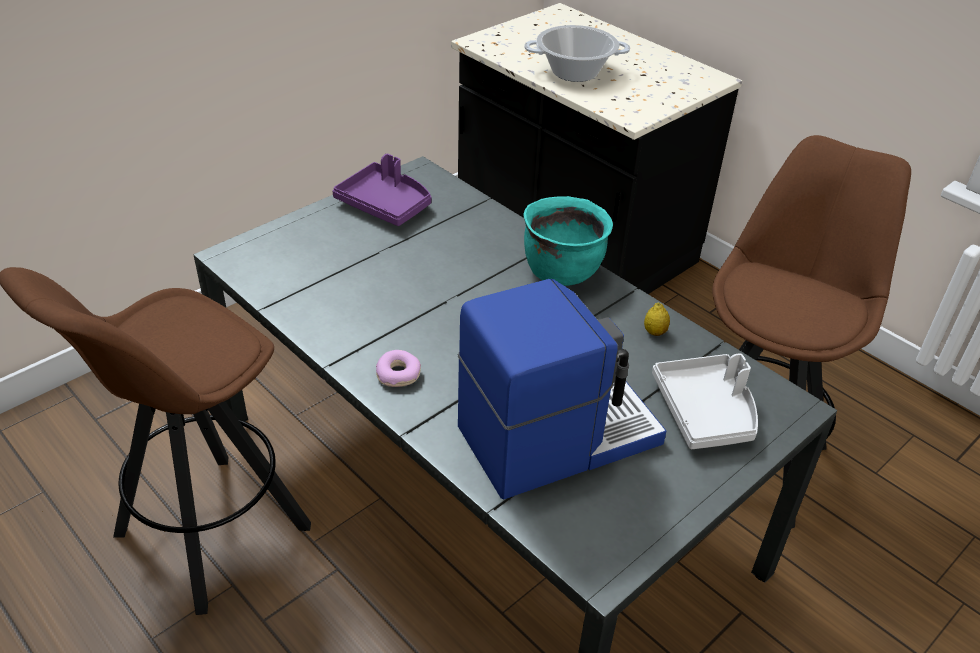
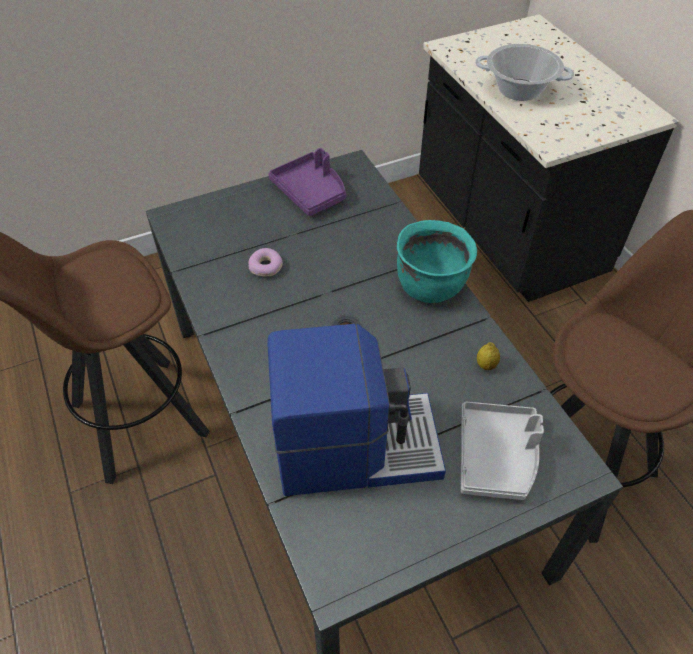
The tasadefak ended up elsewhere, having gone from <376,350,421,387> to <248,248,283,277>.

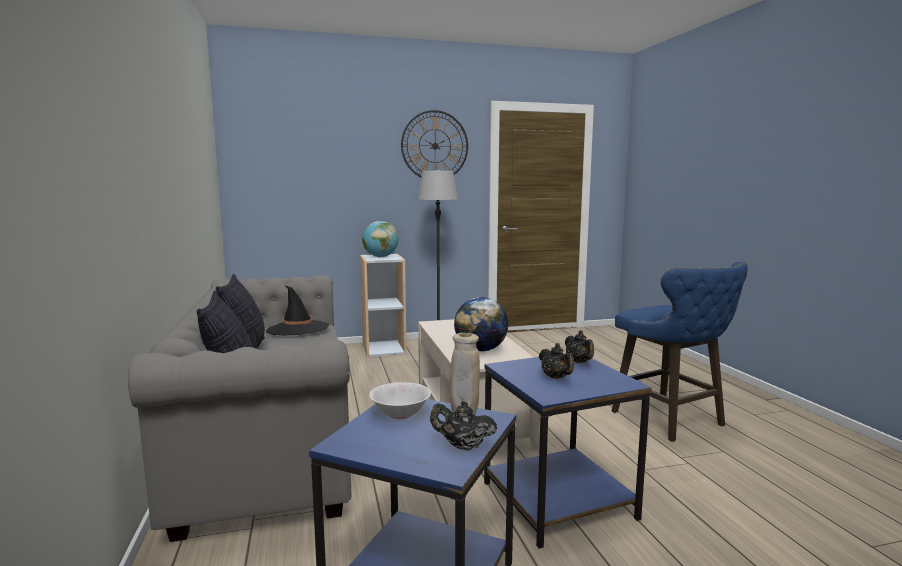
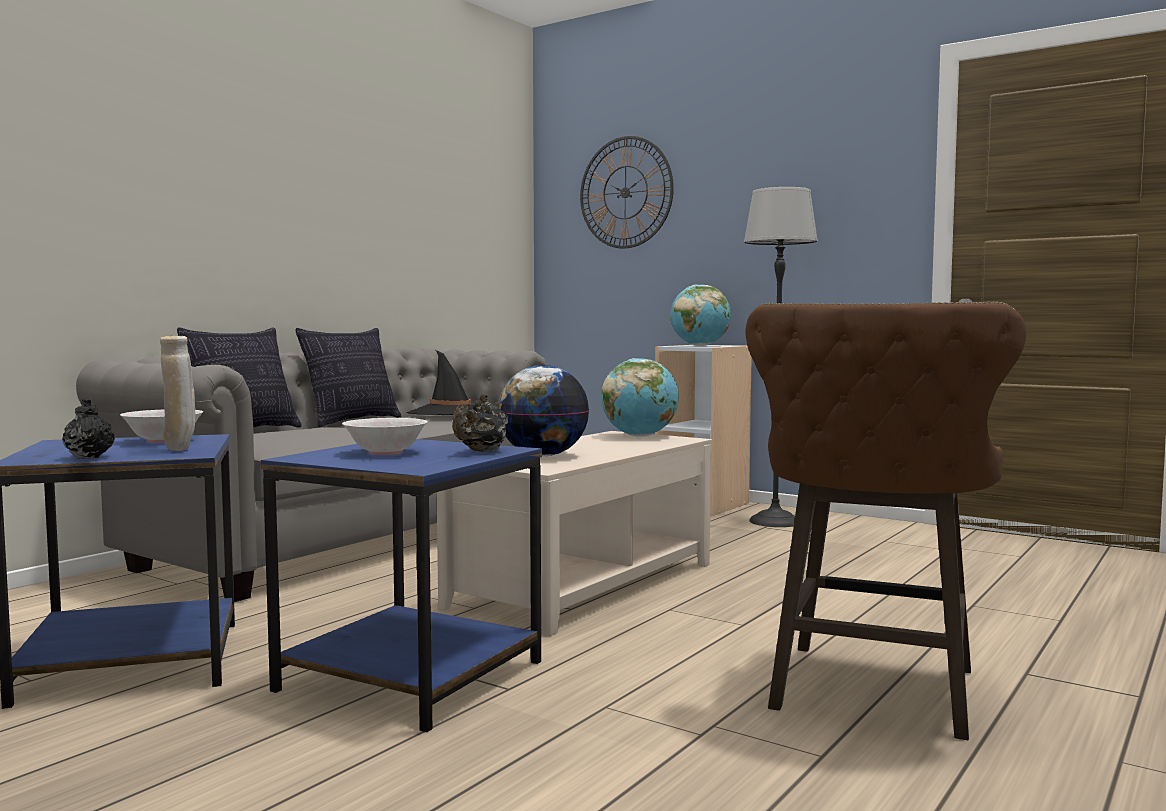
The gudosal ended up elsewhere, having gone from <401,110,468,177> to <580,136,674,249>.
What was the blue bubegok at <612,261,748,442> turned into the brown bubegok at <746,301,1026,740>.
Where the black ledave stood at <539,343,574,379>, the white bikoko came to stand at <342,418,428,455>.
The second view gained the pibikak at <601,358,679,437>.

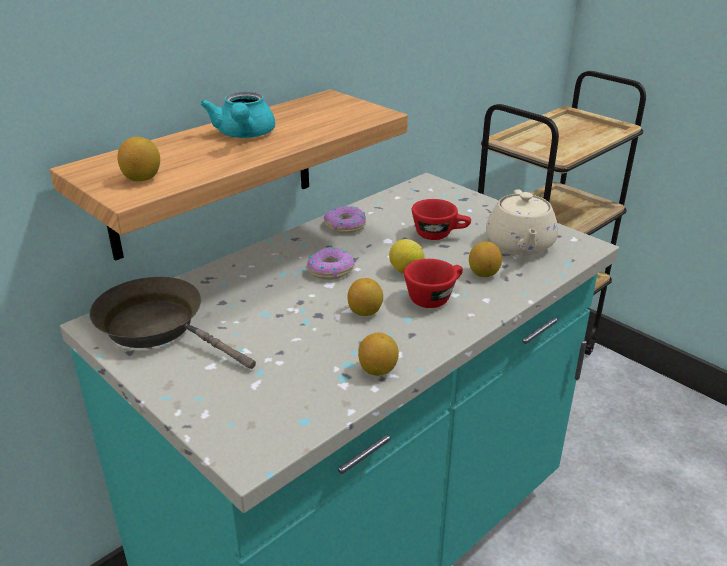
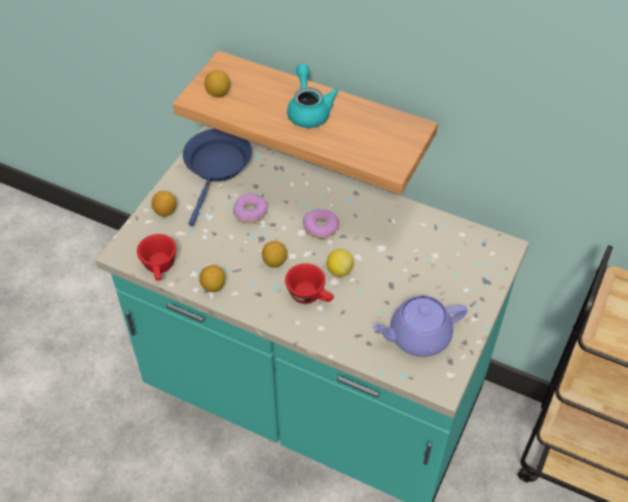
The turquoise ledave at <200,92,275,138> ended up facing another way, 105 degrees clockwise from before.
What was the beige ledave at <486,189,558,255> turned into the purple ledave at <372,295,468,357>.
The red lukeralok ended up elsewhere, having gone from <412,199,471,240> to <137,234,176,281>.
The tasadefak ended up elsewhere, having gone from <324,206,366,233> to <233,193,268,224>.
The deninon ended up elsewhere, having gone from <469,241,502,277> to <151,191,176,217>.
What was the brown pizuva at <89,277,256,369> turned into the blue pizuva at <183,129,252,226>.

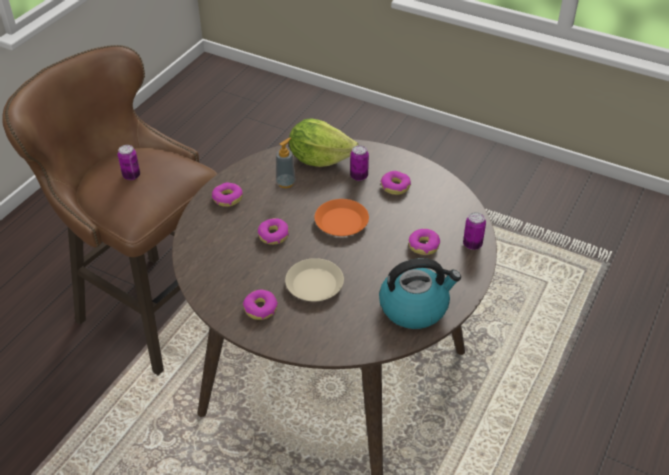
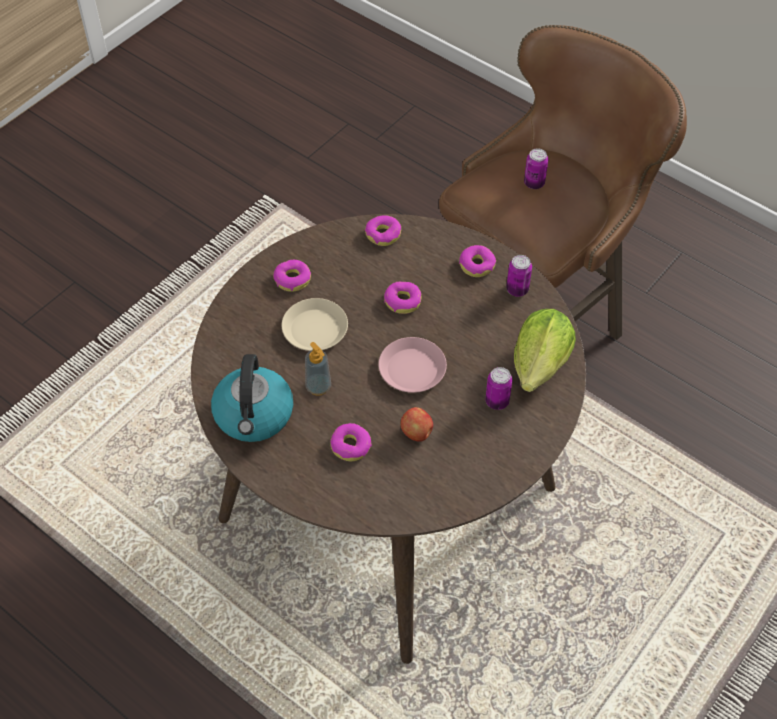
The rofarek ended up elsewhere, having gone from <276,138,296,188> to <305,342,331,396>.
The tasadefak ended up elsewhere, having gone from <381,171,411,195> to <365,215,401,246>.
What was the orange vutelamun at <315,199,369,236> turned into the pink vutelamun at <378,337,447,393>.
The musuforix ended up elsewhere, having gone from <463,212,486,250> to <506,255,532,297>.
The second view gained the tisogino at <400,407,433,442>.

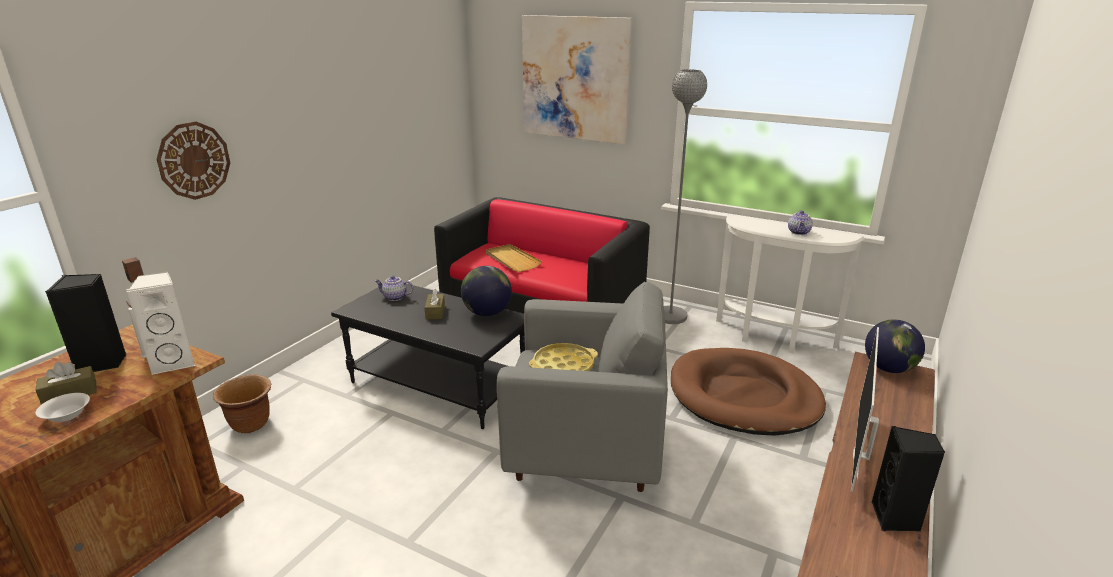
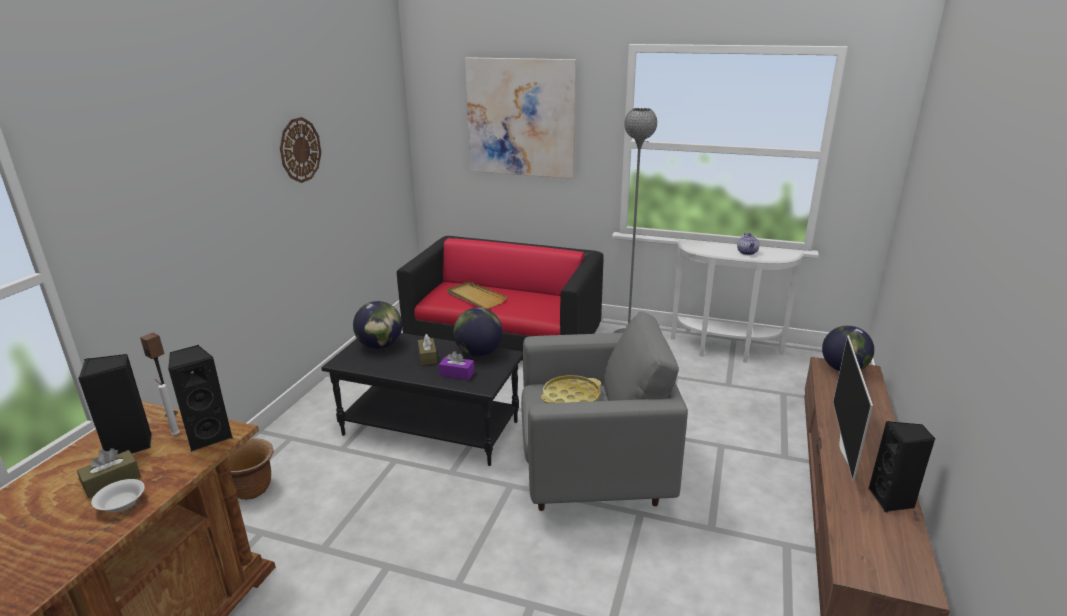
The gudosal ended up elsewhere, having gone from <157,121,230,200> to <280,117,321,183>.
What was the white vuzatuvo at <126,271,195,375> turned into the black vuzatuvo at <168,345,233,452>.
Where the ledave stood at <374,276,413,301>, the pibikak came to stand at <353,301,402,349>.
The second view lost the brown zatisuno at <671,348,826,435>.
The second view gained the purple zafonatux at <439,351,475,380>.

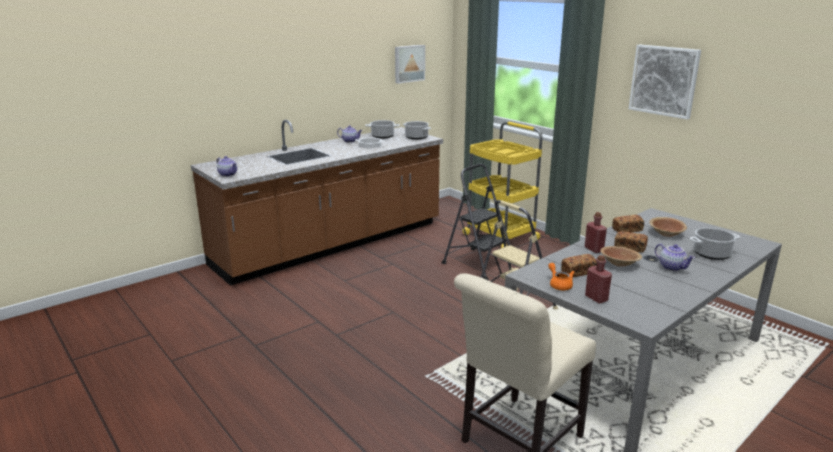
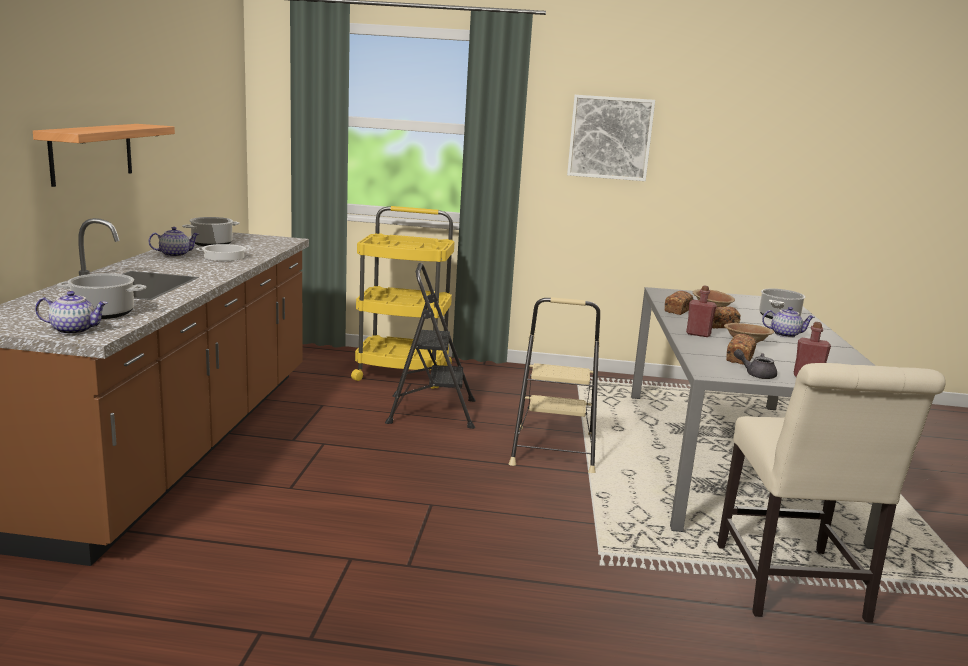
The second view lost the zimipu at <395,45,425,84>.
The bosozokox ended up elsewhere, having gone from <403,121,431,140> to <57,273,146,319>.
What was the orange ledave at <548,263,574,290> turned into the grey ledave at <734,349,777,379>.
The second view gained the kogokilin at <33,124,175,187>.

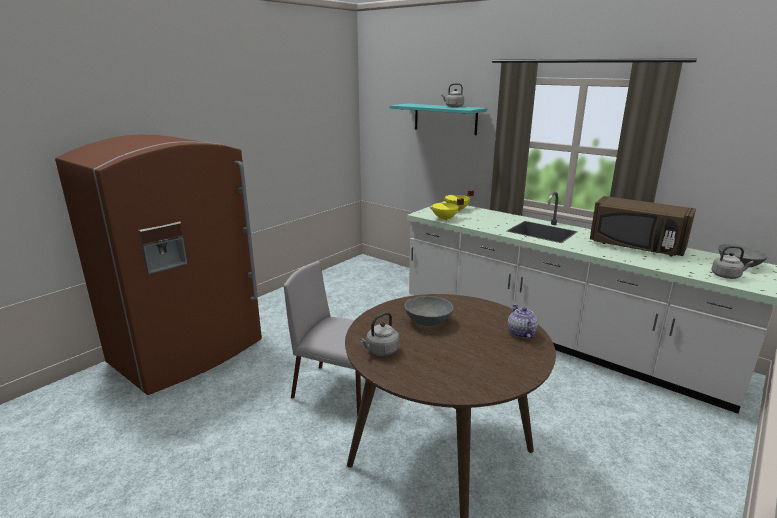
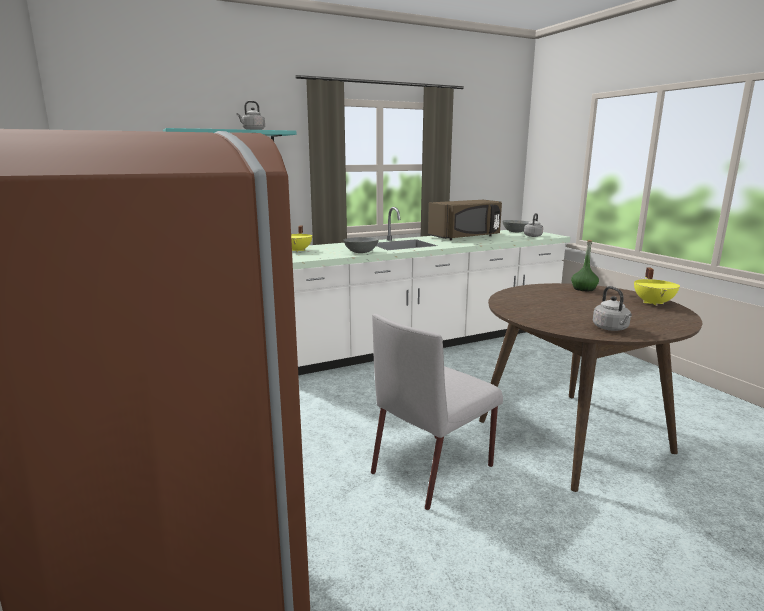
The yellow bosozokox ended up elsewhere, having gone from <430,198,464,221> to <634,267,680,306>.
The grey bikoko ended up elsewhere, having gone from <405,296,453,326> to <343,237,379,253>.
Where the ledave stood at <507,304,538,338>, the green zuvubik came to stand at <571,240,599,291>.

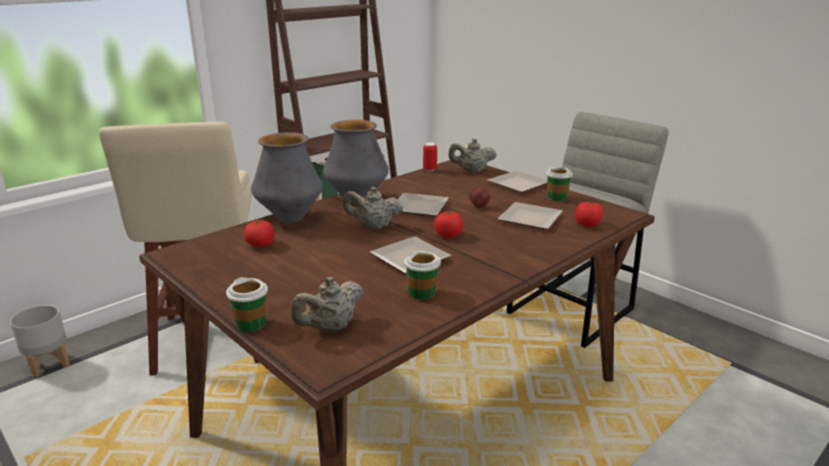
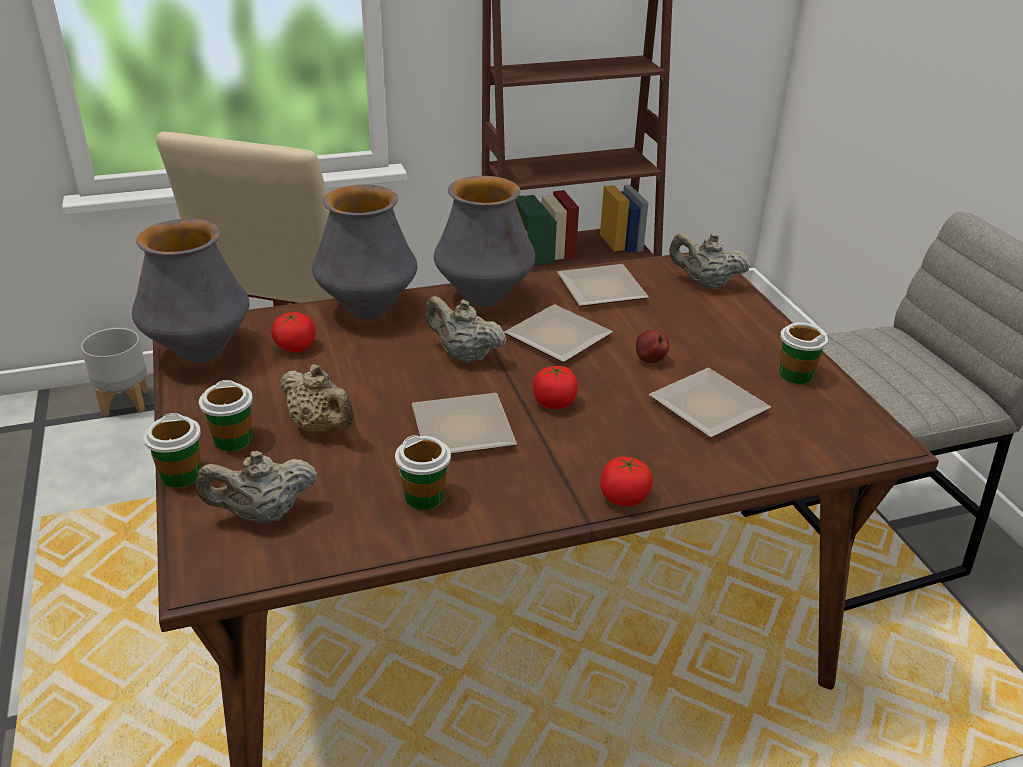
The second view lost the musuforix at <423,142,437,171>.
The vutelamun ended up elsewhere, having gone from <488,171,547,193> to <557,264,649,306>.
The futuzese ended up elsewhere, having gone from <575,201,603,227> to <600,456,653,507>.
The second view gained the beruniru at <132,219,250,363>.
The second view gained the beige ledave at <280,364,354,432>.
The second view gained the lukeralok at <199,380,253,451>.

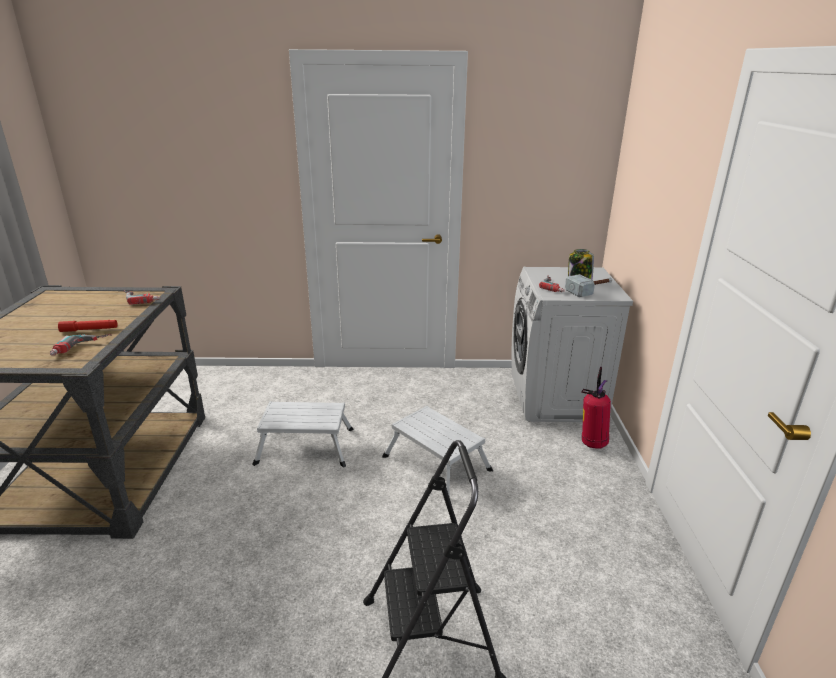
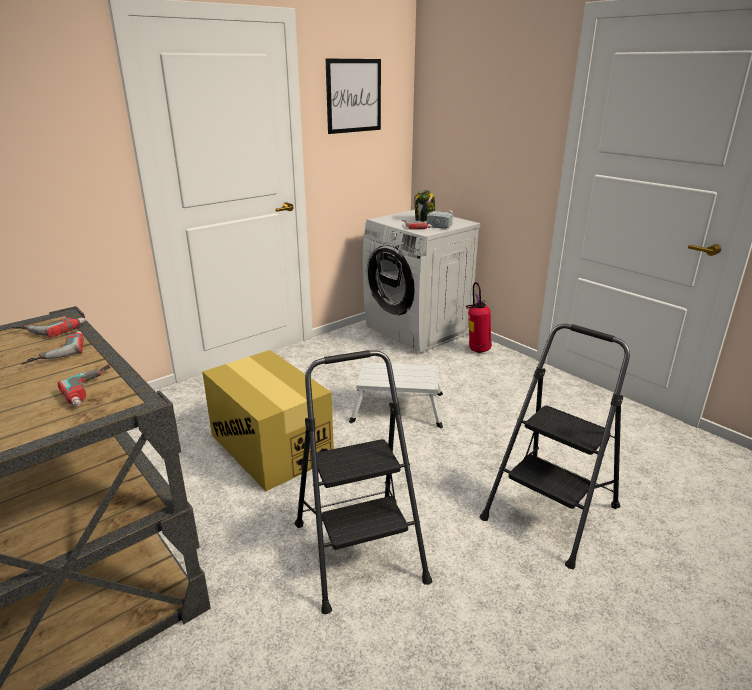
The second view lost the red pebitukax at <58,320,118,332>.
Where the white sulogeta stood at <252,401,354,468>, the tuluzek came to stand at <202,350,334,491>.
The second view gained the zimipu at <326,59,381,134>.
The second view gained the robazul at <21,331,84,365>.
The second view gained the black sulogeta at <295,350,432,614>.

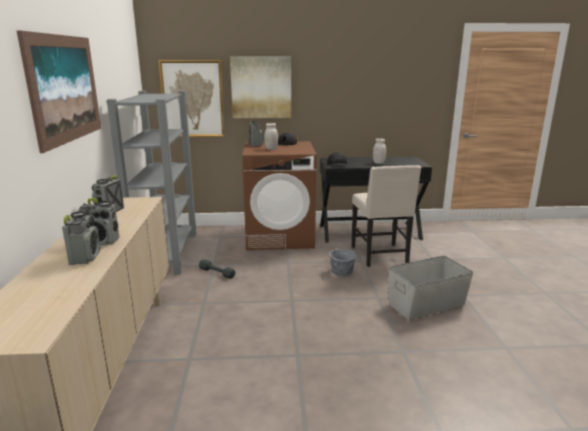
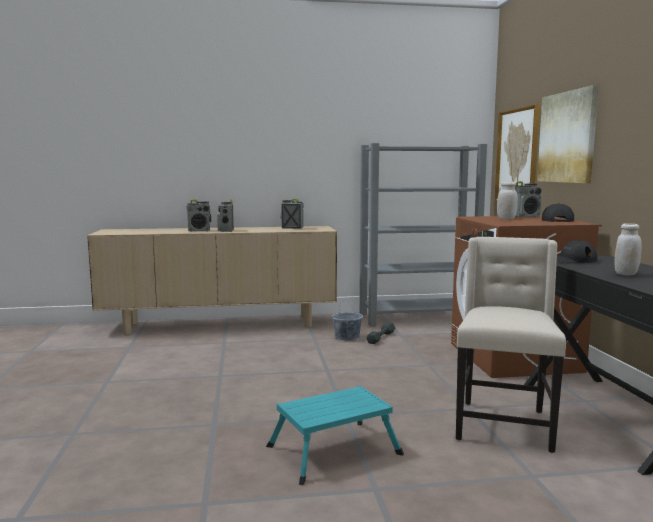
The second view lost the zimipu at <16,30,101,153>.
The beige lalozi at <352,165,421,267> ended up facing another way, 120 degrees clockwise from before.
The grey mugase ended up elsewhere, having gone from <329,241,356,277> to <332,300,363,340>.
Where the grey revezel stood at <388,256,474,320>, the turquoise sulogeta came to stand at <266,386,404,485>.

